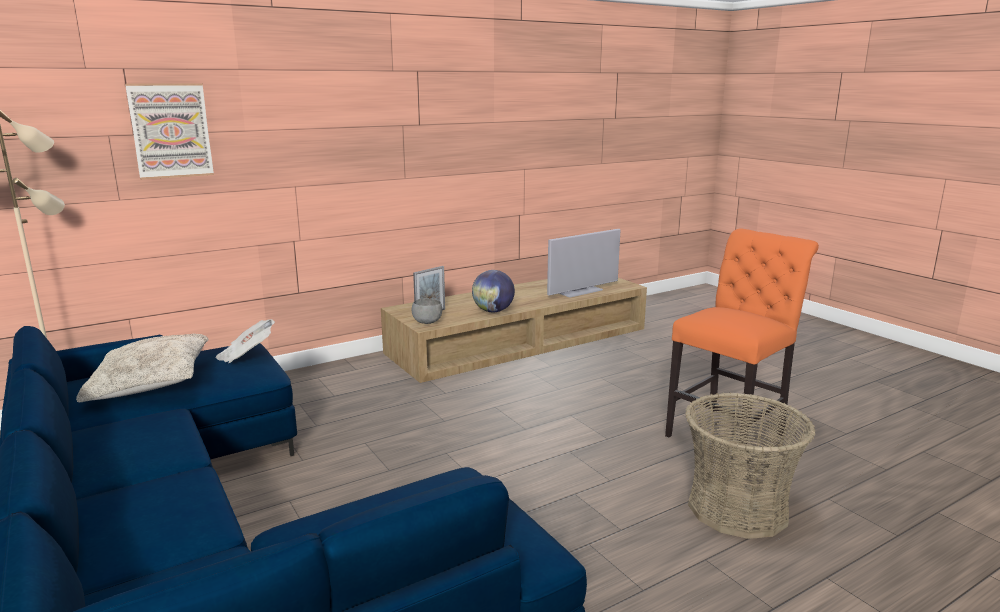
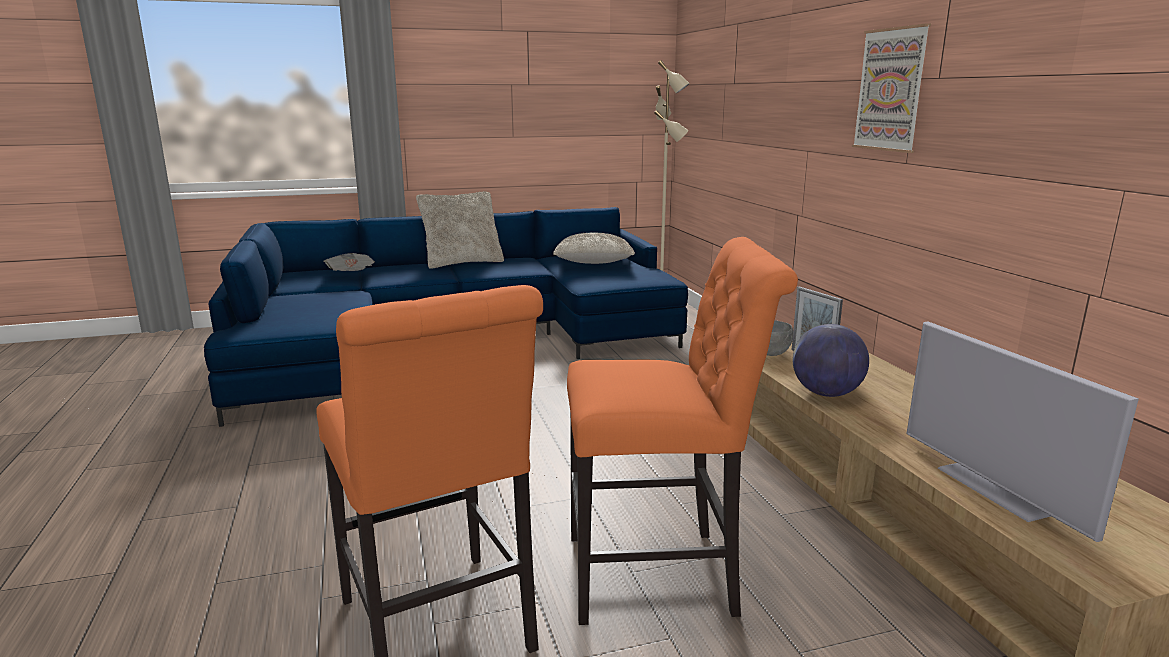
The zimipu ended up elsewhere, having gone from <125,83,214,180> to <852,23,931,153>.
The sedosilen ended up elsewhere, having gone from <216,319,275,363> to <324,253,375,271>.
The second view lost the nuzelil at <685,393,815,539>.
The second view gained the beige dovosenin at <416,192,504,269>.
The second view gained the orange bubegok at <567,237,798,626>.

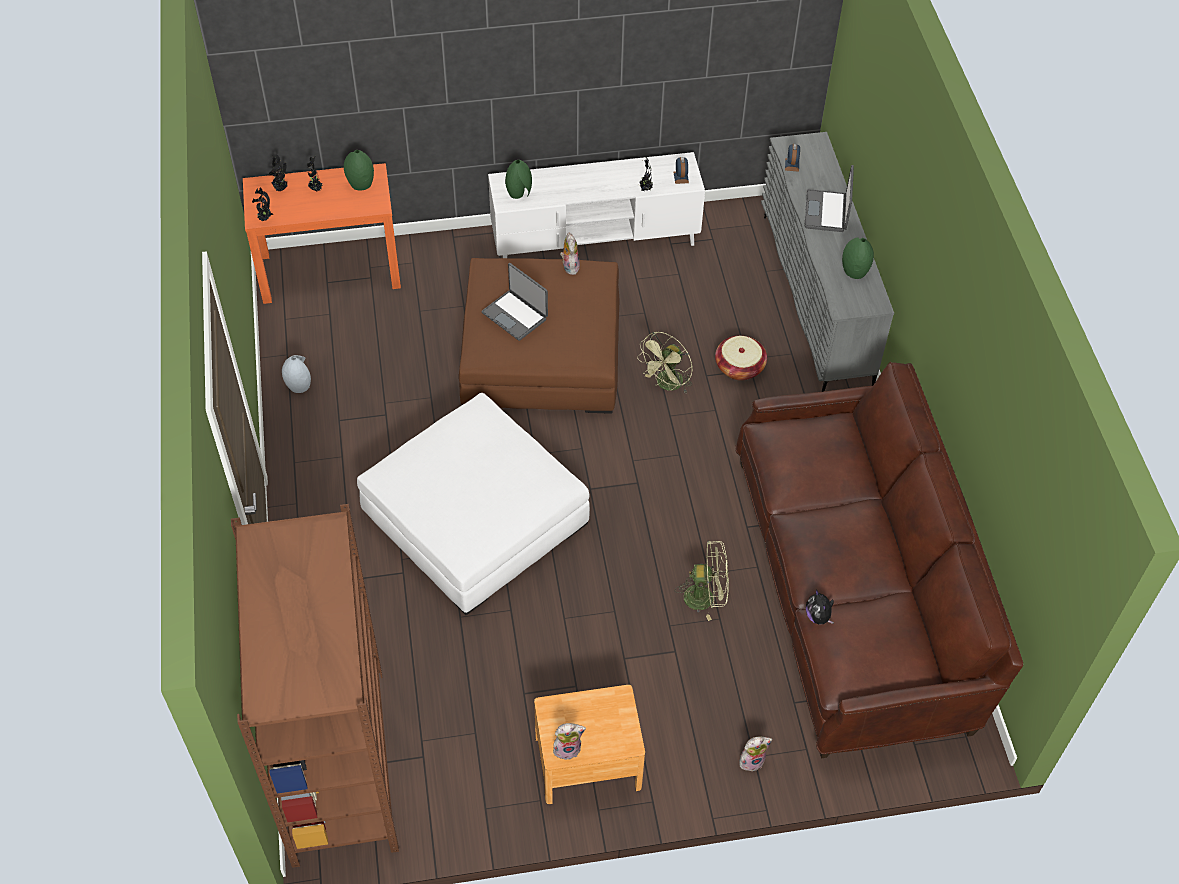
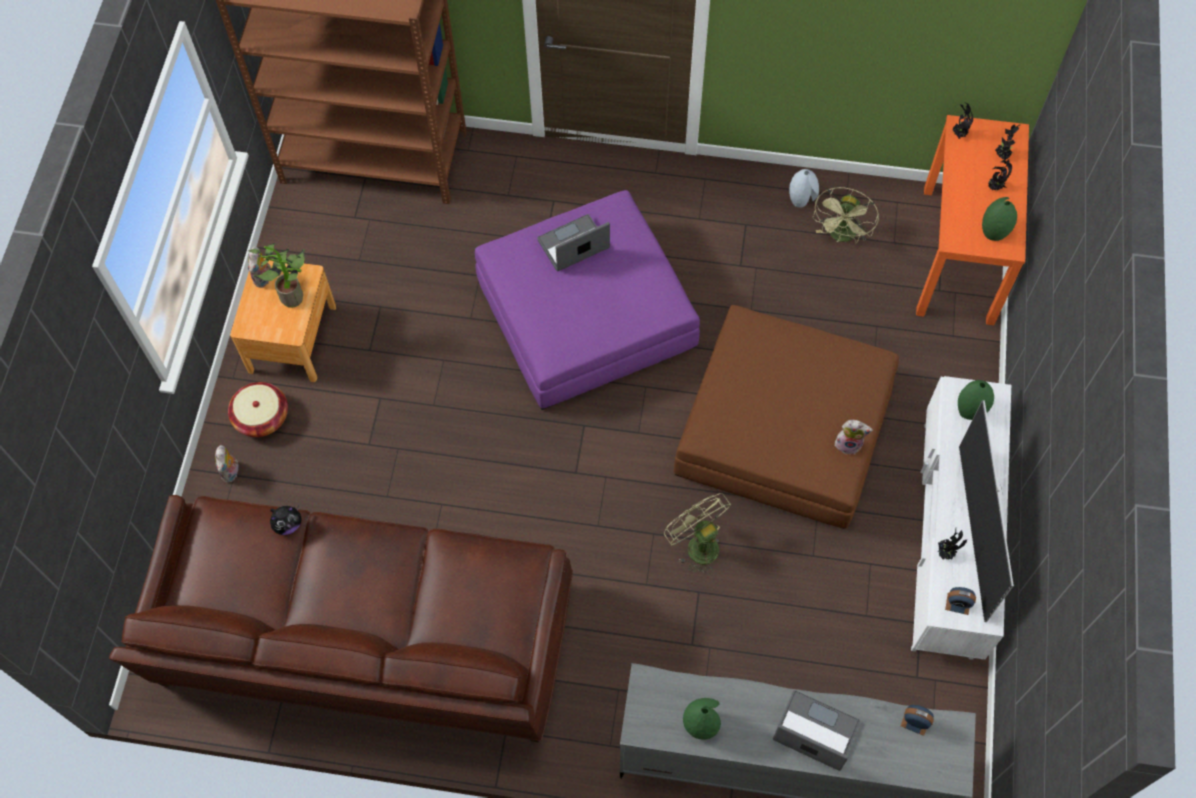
The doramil ended up elsewhere, having gone from <482,263,548,341> to <537,214,610,271>.
The nuzelil ended up elsewhere, having gone from <715,336,767,380> to <228,382,288,437>.
What was the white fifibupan at <357,393,590,615> turned into the purple fifibupan at <475,190,700,410>.
The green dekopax ended up elsewhere, having gone from <675,540,729,621> to <812,187,879,243>.
The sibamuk at <806,589,834,625> ended up facing another way, 150 degrees clockwise from before.
The second view gained the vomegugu at <248,242,305,308>.
The second view gained the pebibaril at <959,400,1014,622>.

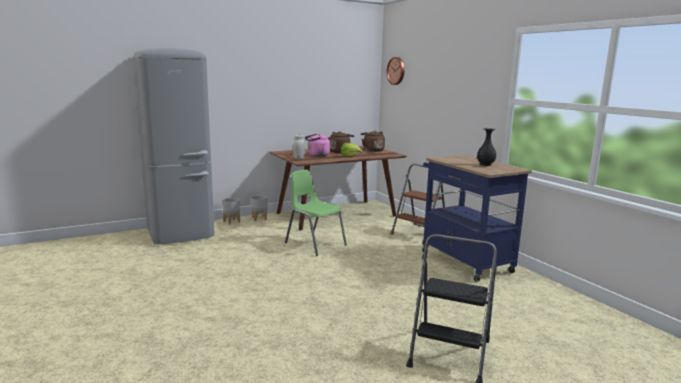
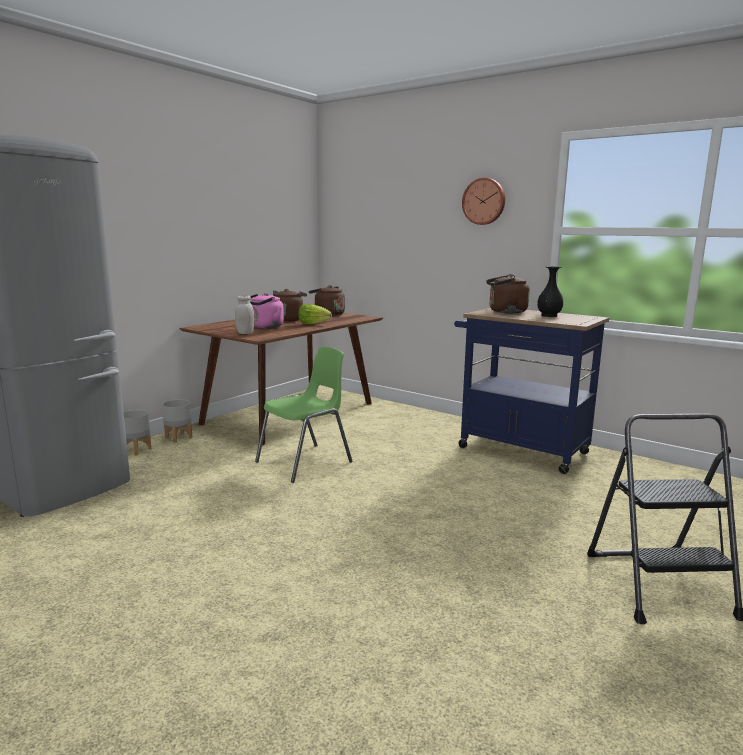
The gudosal ended up elsewhere, having gone from <386,57,405,85> to <462,178,505,225>.
The second view lost the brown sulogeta at <390,163,445,244>.
The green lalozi at <285,170,347,256> ended up facing another way, 120 degrees clockwise from before.
The second view gained the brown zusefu at <486,274,530,314>.

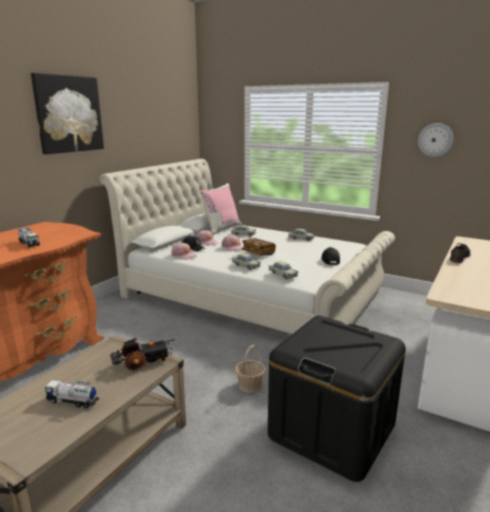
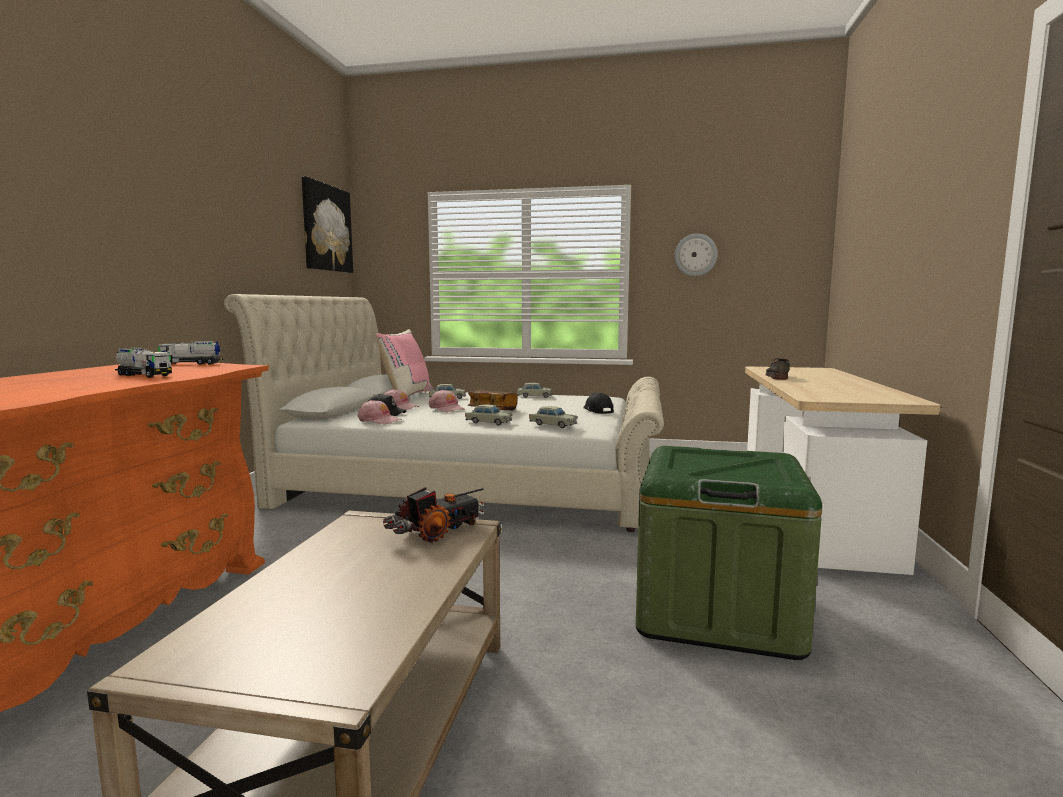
The zimipu ended up elsewhere, having gone from <31,73,104,154> to <302,176,353,273>.
What was the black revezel at <268,315,406,482> turned into the green revezel at <636,446,822,660>.
The second view lost the nuzelil at <235,345,265,393>.
The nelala ended up elsewhere, having gone from <45,380,100,408> to <157,341,223,365>.

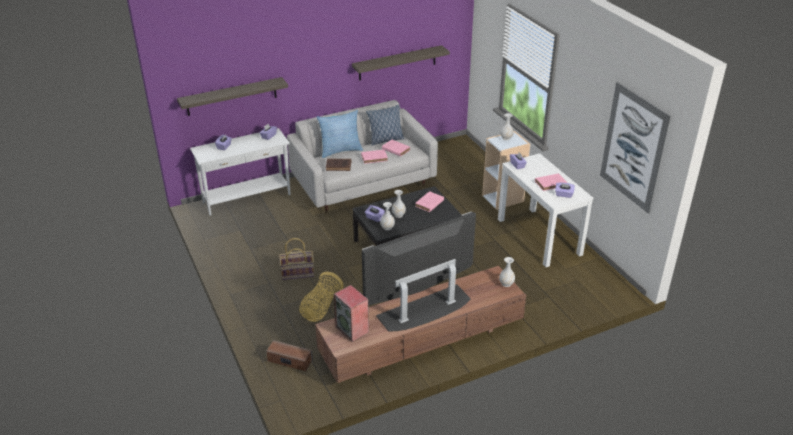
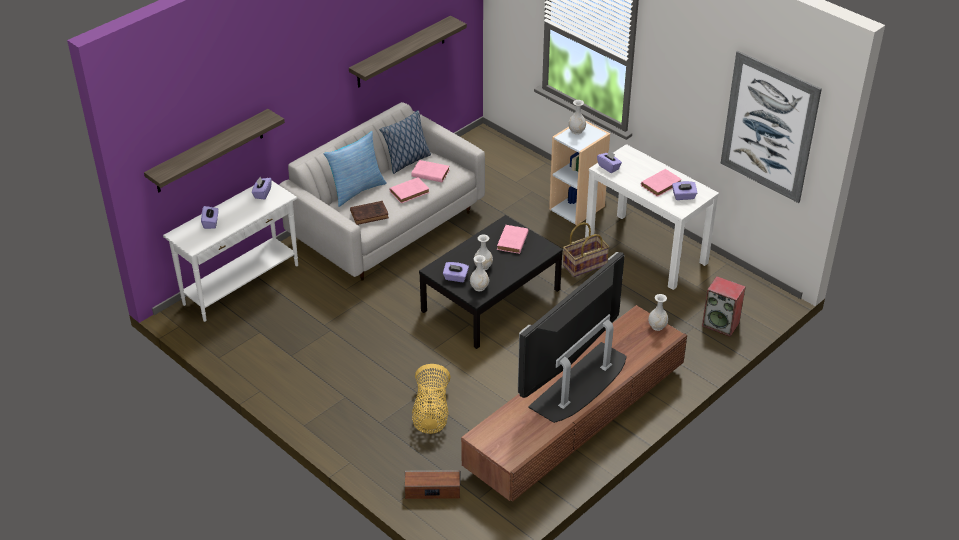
The nuzelil ended up elsewhere, having gone from <279,238,315,280> to <563,222,609,277>.
The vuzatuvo ended up elsewhere, having gone from <334,285,369,342> to <702,276,746,337>.

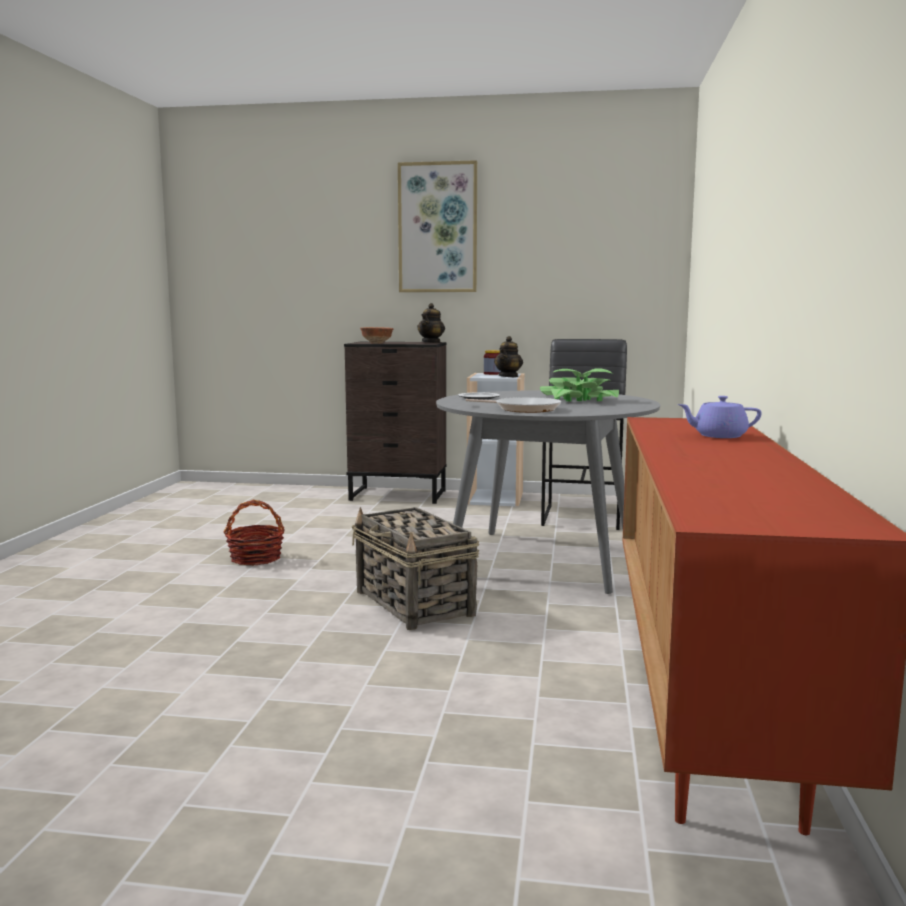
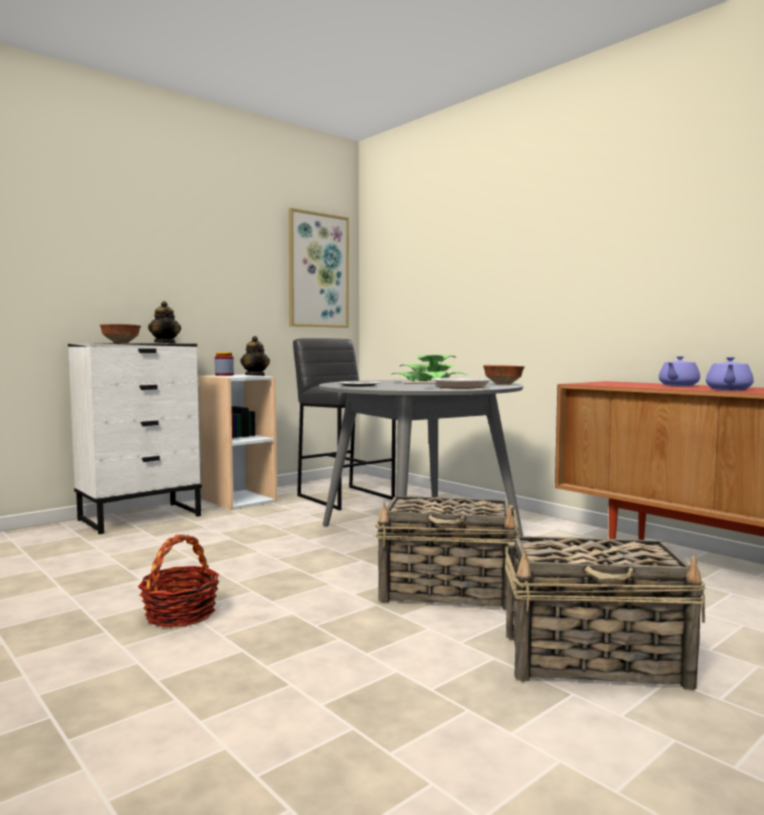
The zimipu ended up elsewhere, having gone from <398,160,477,292> to <289,208,349,328>.
What was the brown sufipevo at <344,342,447,504> turned into the white sufipevo at <68,343,202,534>.
The second view gained the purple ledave at <706,357,754,390>.
The second view gained the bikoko at <483,365,525,385>.
The second view gained the nuzelil at <505,536,705,691>.

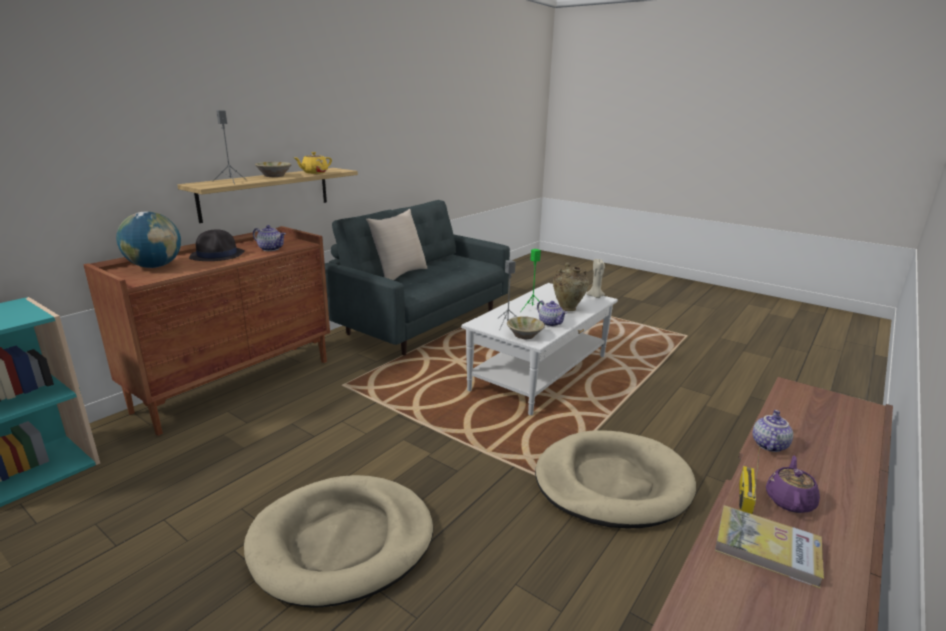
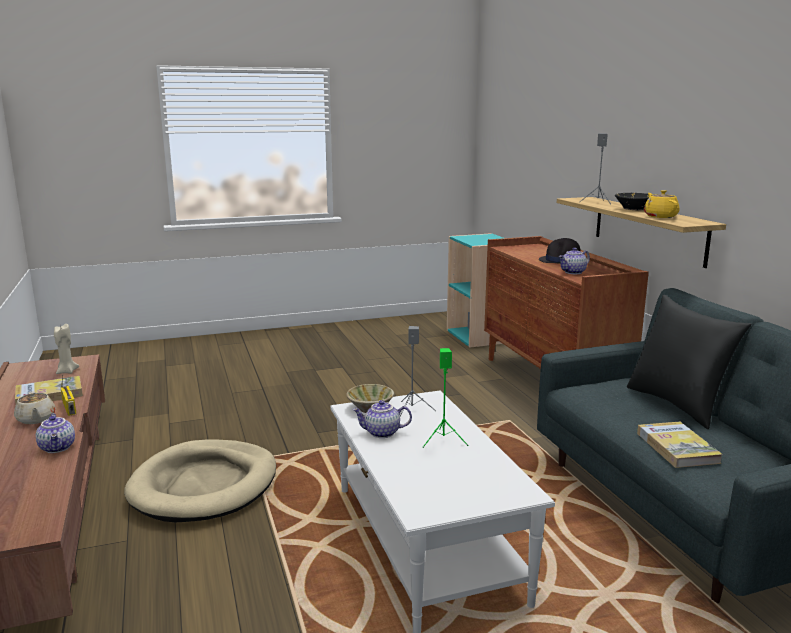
What was the beige bikoko at <255,162,292,177> turned into the black bikoko at <615,193,653,210>.
What was the beige dovosenin at <366,209,427,280> turned into the black dovosenin at <627,295,752,429>.
The second view lost the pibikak at <116,212,181,268>.
The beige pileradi ended up elsewhere, having gone from <586,259,605,298> to <54,324,79,374>.
The second view lost the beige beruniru at <553,262,589,311>.
What was the purple ledave at <766,456,820,513> turned into the beige ledave at <14,391,55,424>.
The second view lost the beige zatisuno at <244,475,433,608>.
The second view gained the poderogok at <637,422,723,468>.

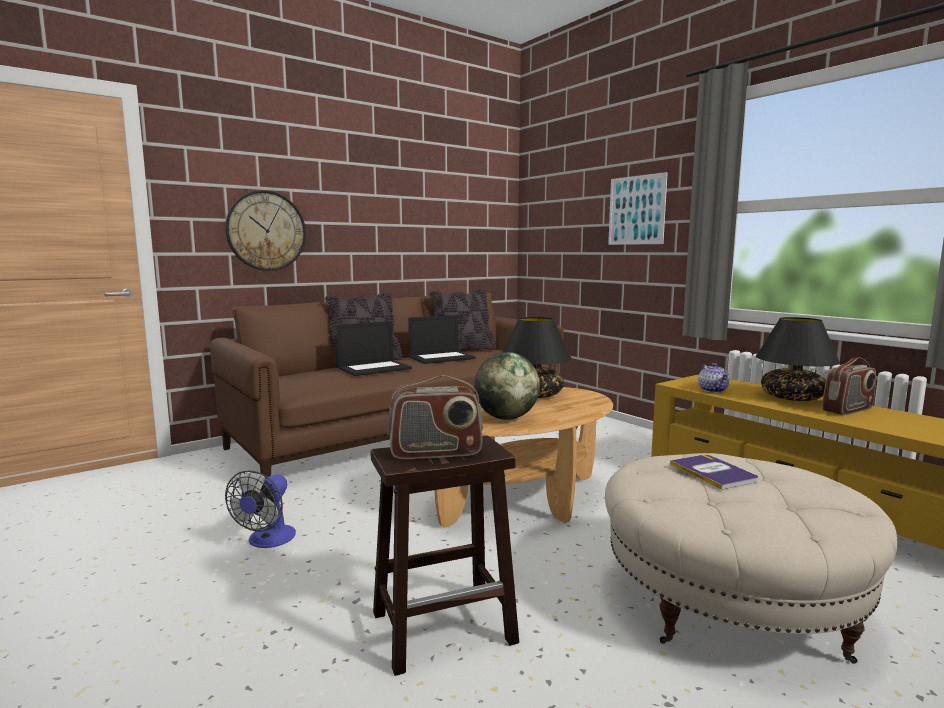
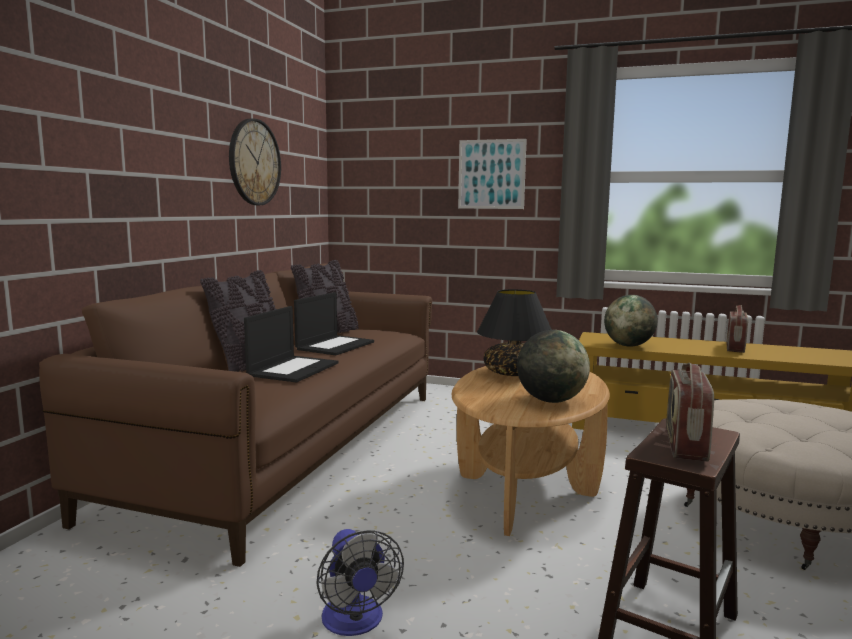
The gudosal ended up elsewhere, having gone from <225,190,306,271> to <229,118,281,205>.
The second view lost the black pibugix at <756,317,840,401>.
Where the ledave stood at <698,363,729,393>, the pibikak came to stand at <604,295,657,347>.
The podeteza at <387,375,483,459> ended up facing another way, 150 degrees clockwise from before.
The second view lost the poderogok at <670,455,758,490>.

